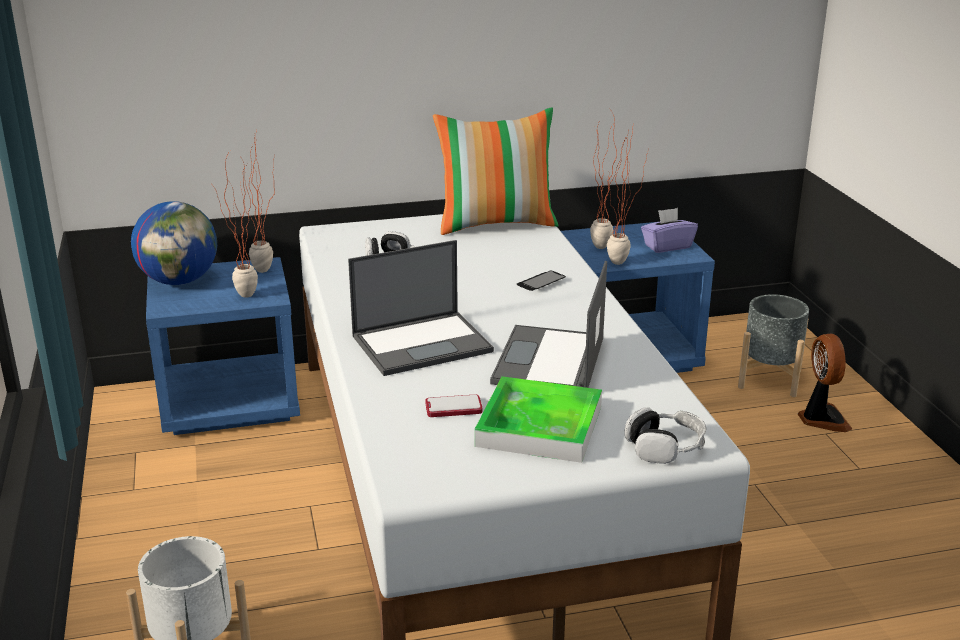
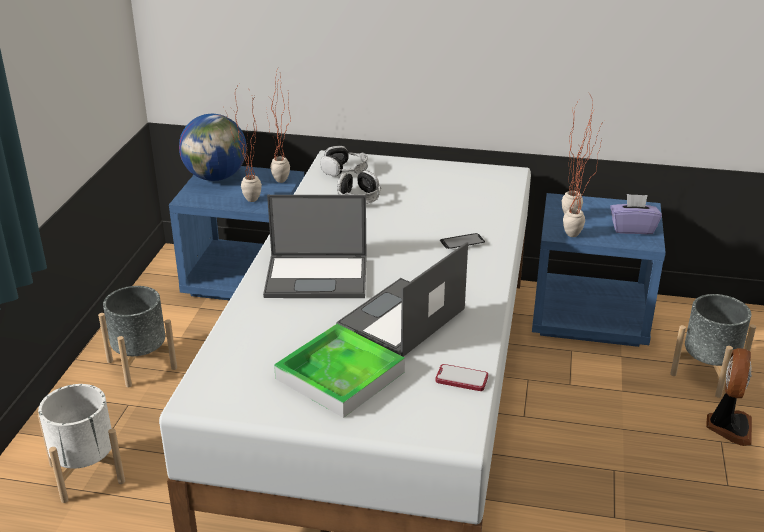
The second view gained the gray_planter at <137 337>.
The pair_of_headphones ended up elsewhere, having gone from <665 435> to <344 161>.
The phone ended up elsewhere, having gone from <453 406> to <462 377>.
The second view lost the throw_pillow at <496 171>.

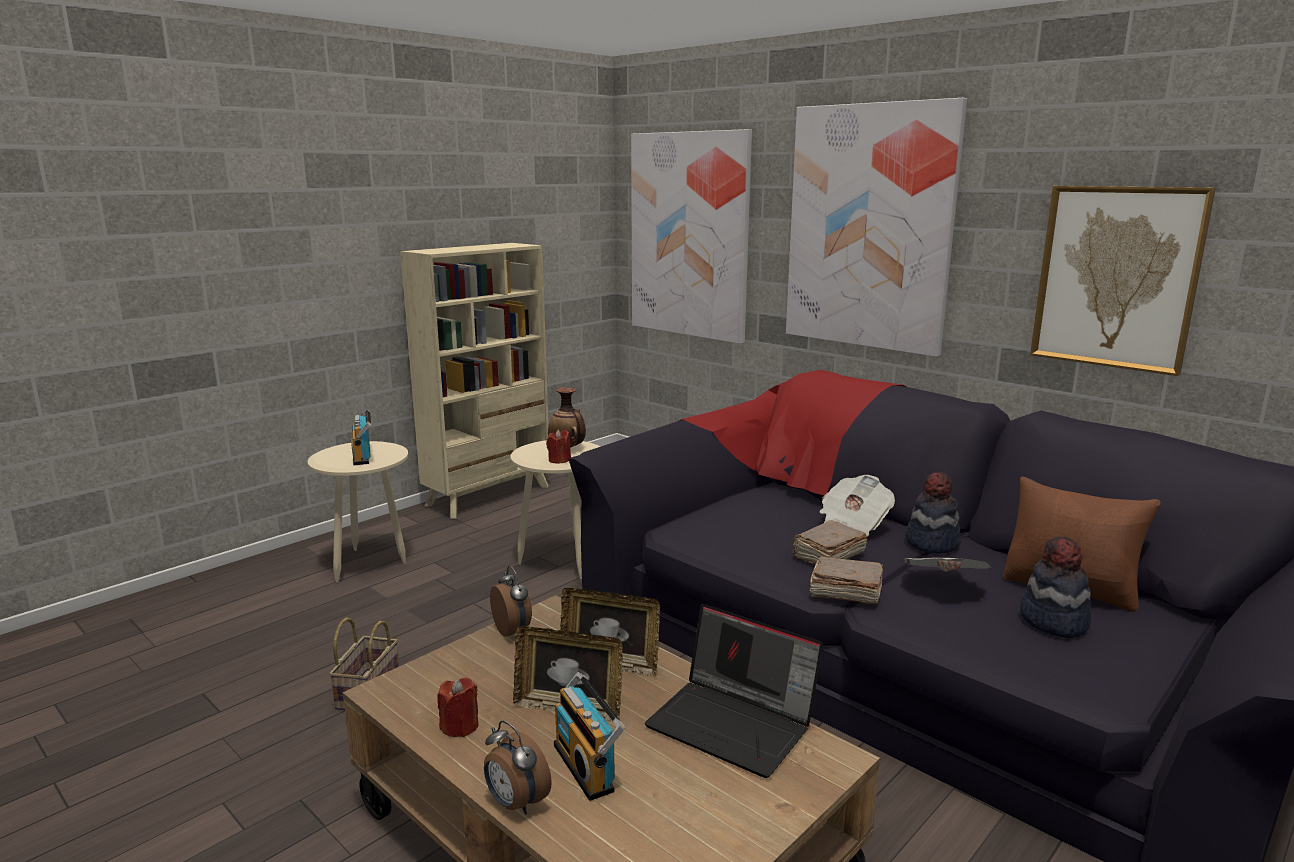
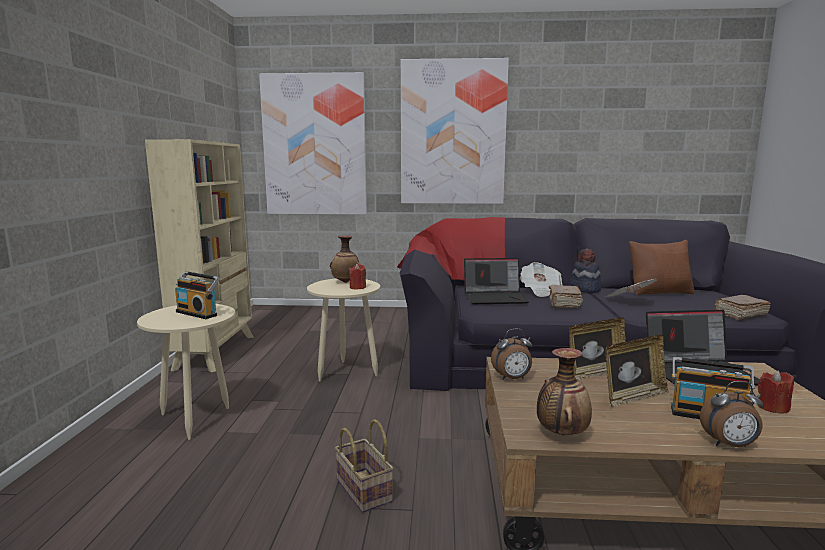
The second view gained the portable_computer at <496 281>.
The alarm_clock at <511 601> ended up facing another way, 150 degrees clockwise from before.
The second view gained the flower_vase at <564 391>.
The brownish_bound_book ended up elsewhere, having gone from <846 580> to <742 307>.
The red-coloured_wax_light ended up elsewhere, having gone from <457 707> to <775 392>.
The second view lost the wearable_hat at <1055 587>.
The second view lost the picture at <1123 281>.

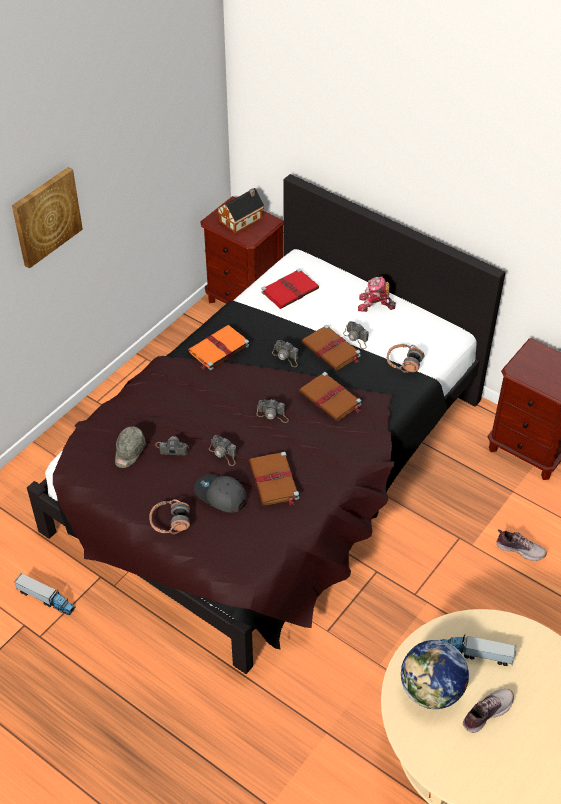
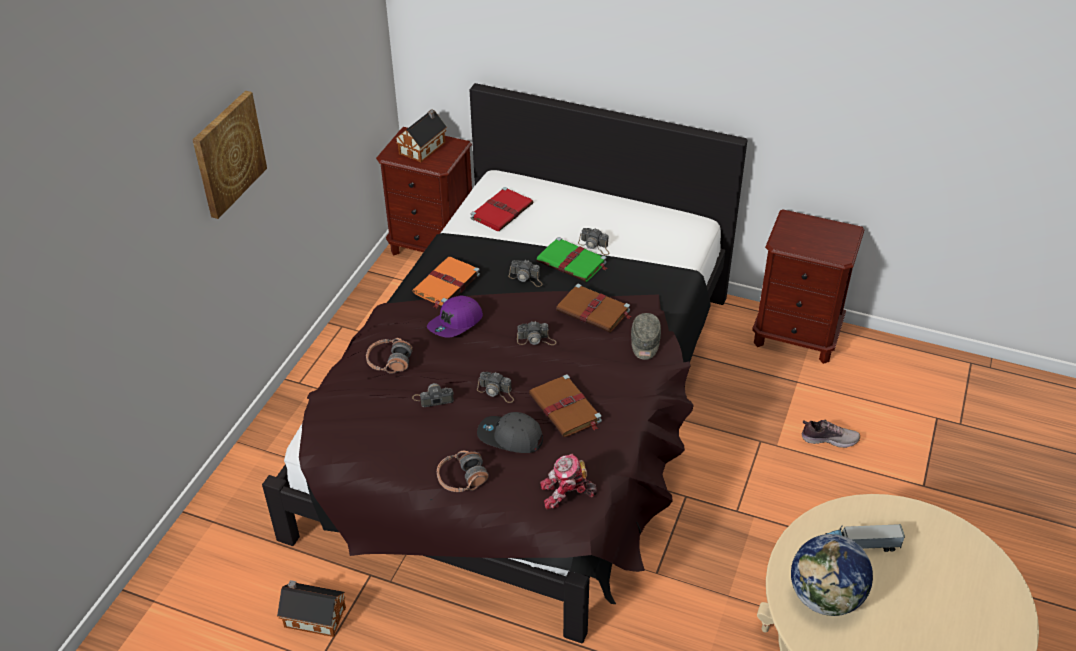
Where the model_truck stood at <45 594>, the toy_house came to stand at <311 608>.
The pair_of_headphones ended up elsewhere, having gone from <405 358> to <389 356>.
The second view gained the purple_peaked_cap at <455 316>.
What was the brownish_bound_book at <331 348> turned into the green_bound_book at <571 259>.
The robot_figure ended up elsewhere, having gone from <377 294> to <568 481>.
The gray_peaked_cap ended up elsewhere, having gone from <130 447> to <646 336>.
The second view lost the item_of_footwear at <488 711>.

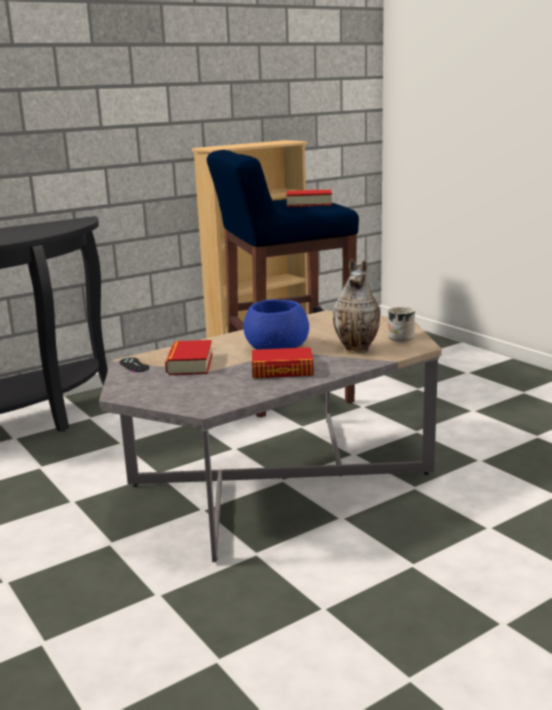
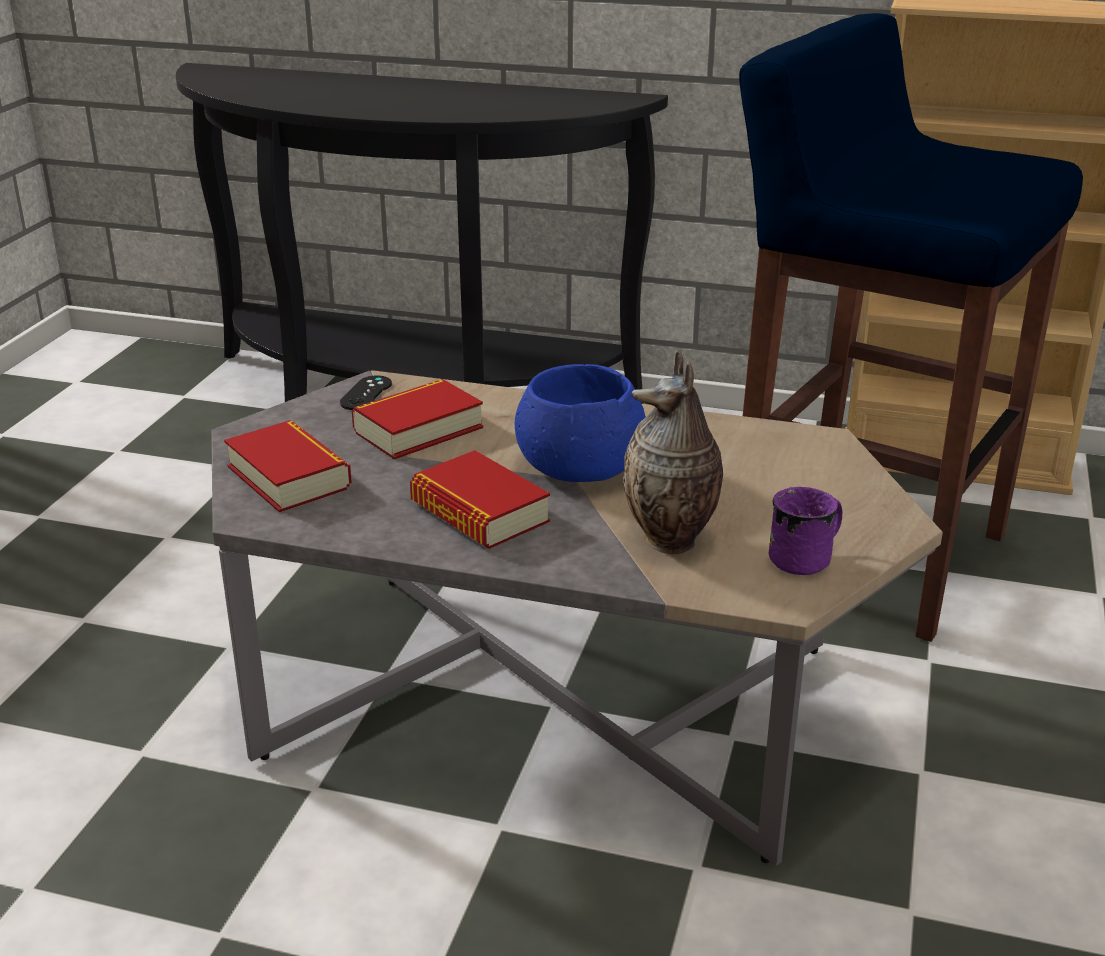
The bound_book ended up elsewhere, having gone from <309 198> to <288 466>.
What was the white-coloured_tea_mug at <401 324> turned into the purple_tea_mug at <805 531>.

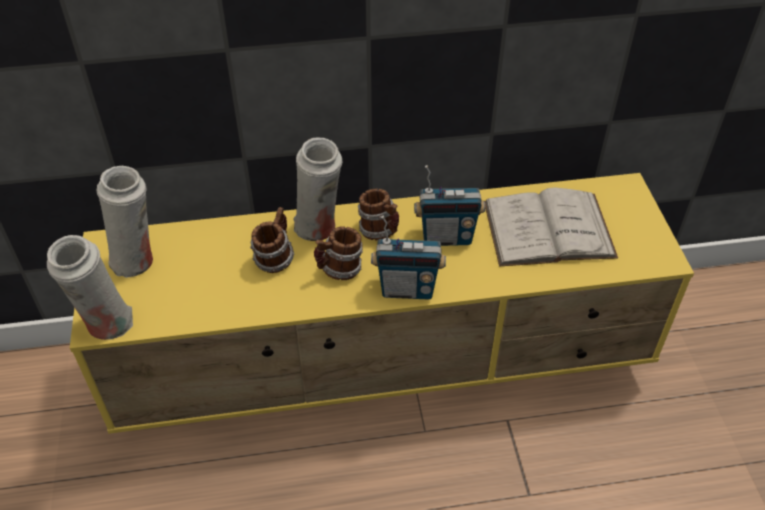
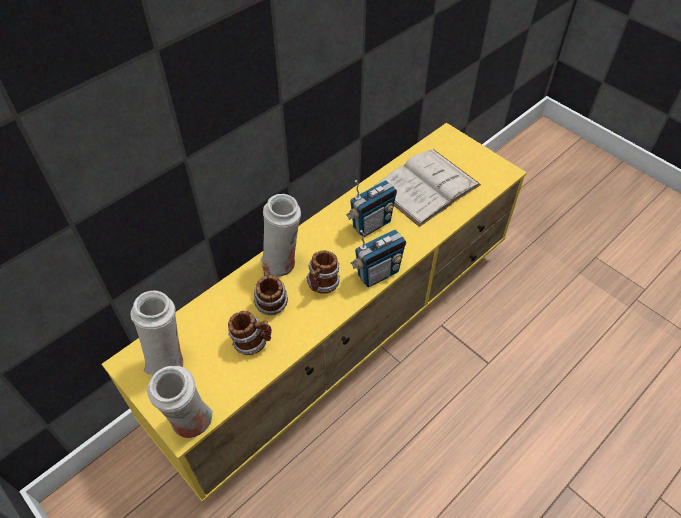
The tea_mug ended up elsewhere, having gone from <378 214> to <250 333>.

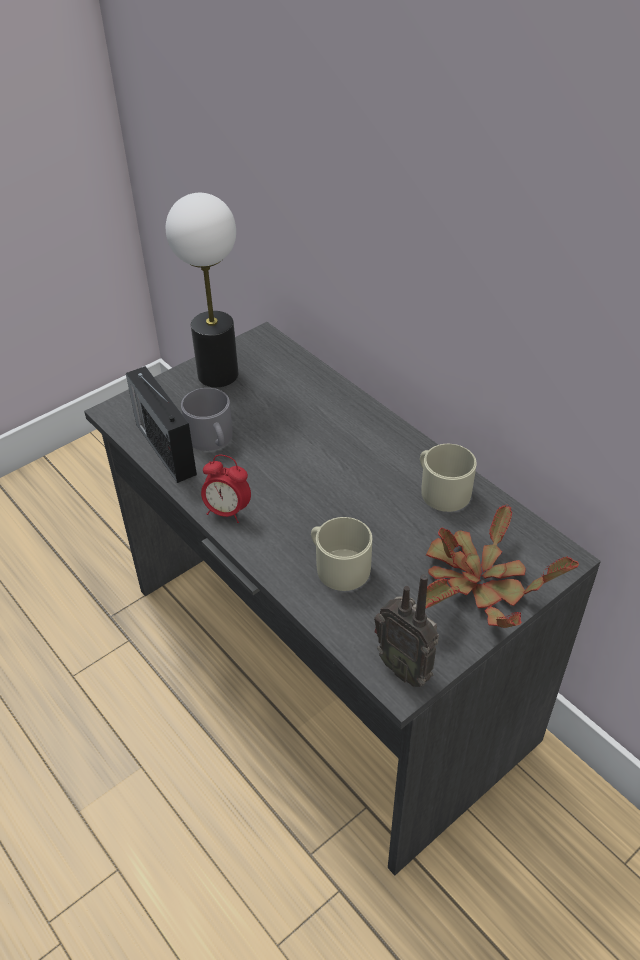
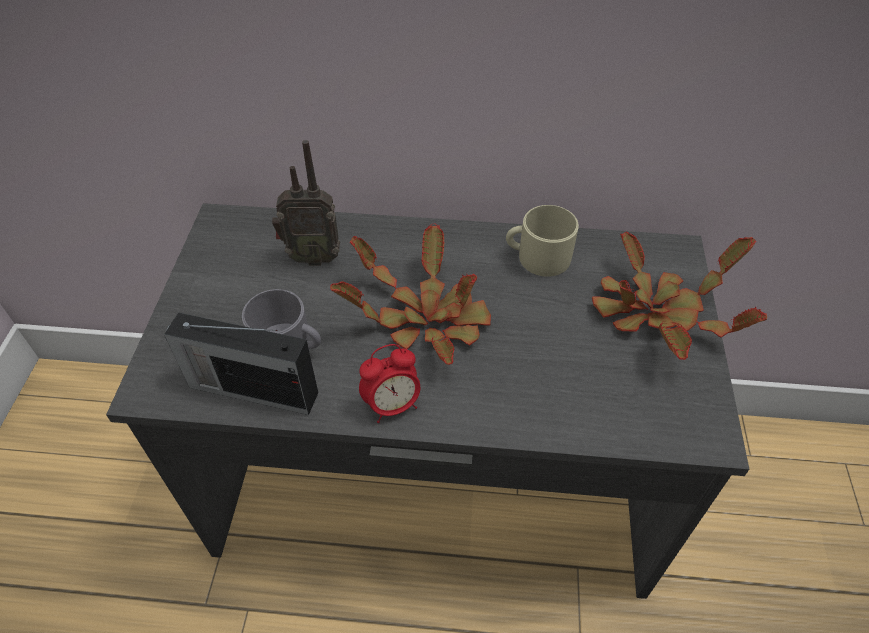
The radio ended up elsewhere, having gone from <406 630> to <306 203>.
The second view gained the potted_plant at <410 294>.
The second view lost the table_lamp at <202 290>.
The second view lost the beige_tea_mug at <341 554>.

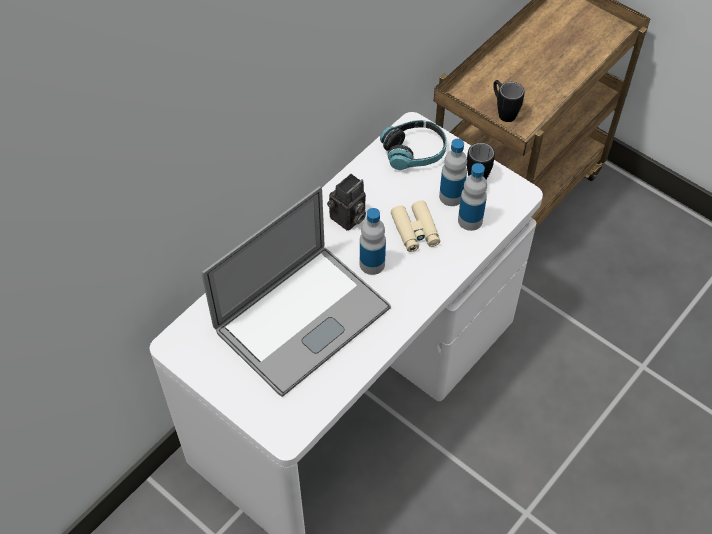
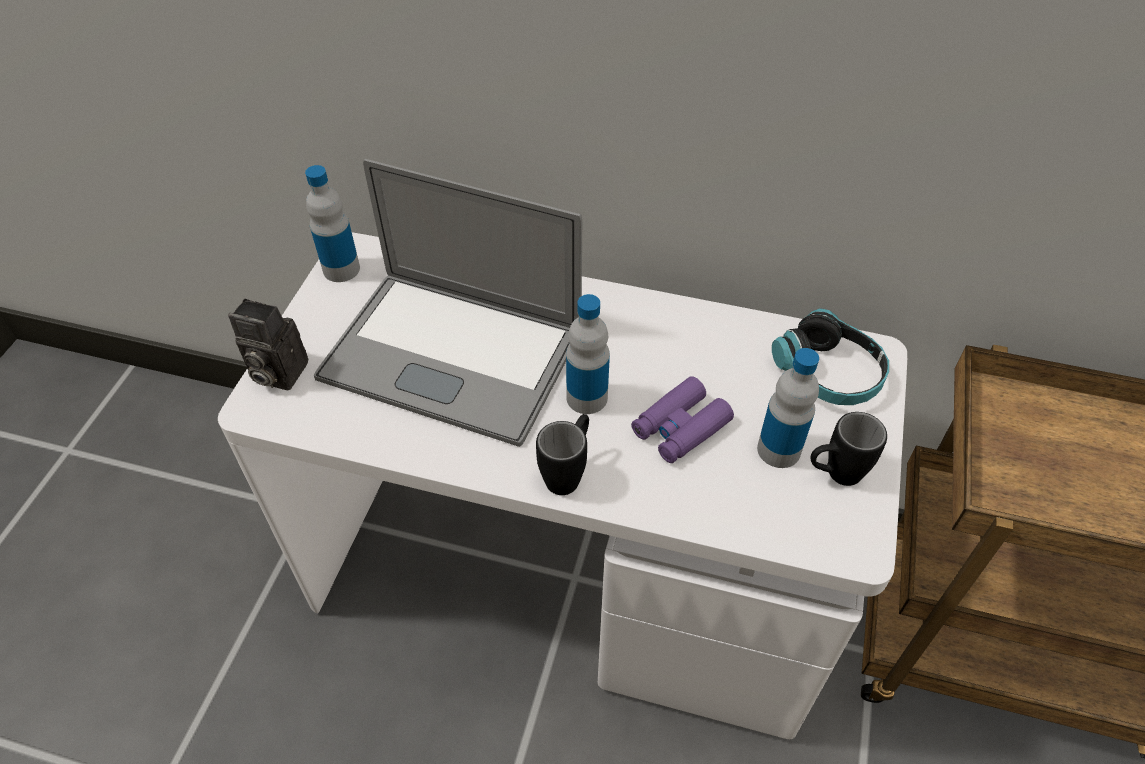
The still_camera ended up elsewhere, having gone from <346 202> to <268 344>.
The beverage_bottle ended up elsewhere, having gone from <472 197> to <332 223>.
The black-coloured_tea_mug ended up elsewhere, having gone from <509 101> to <562 454>.
What was the beige_pair_of_binoculars at <415 226> turned into the purple_pair_of_binoculars at <682 419>.

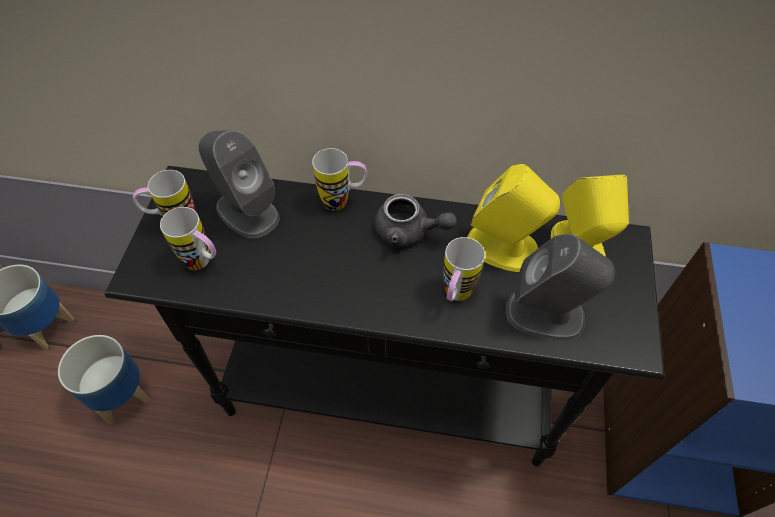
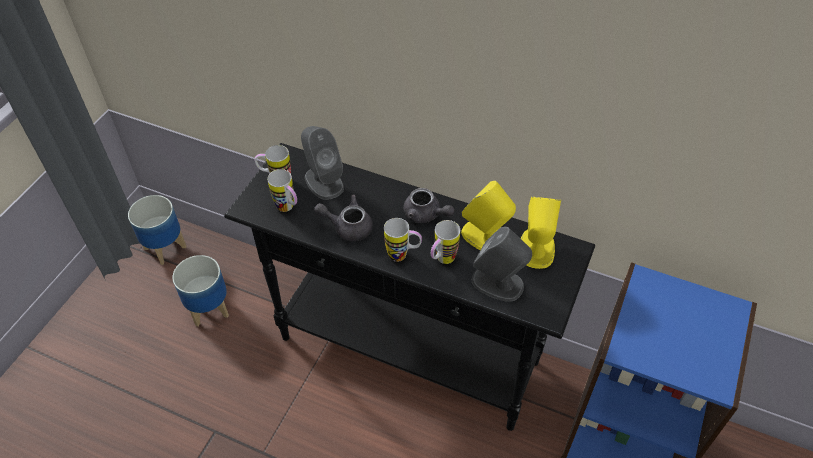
The second view gained the gray_teapot at <343 218>.
The tea_mug ended up elsewhere, having gone from <339 179> to <403 240>.

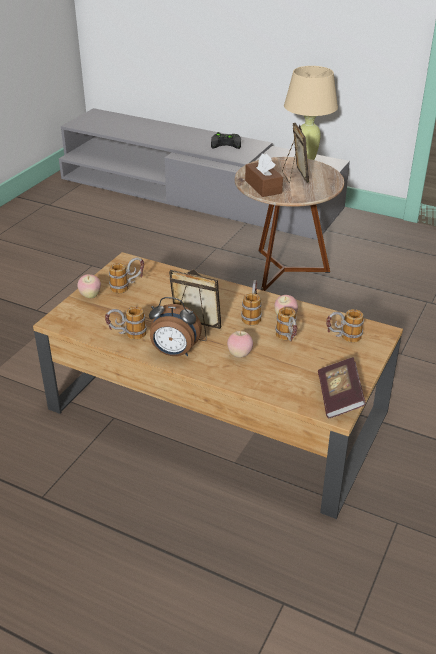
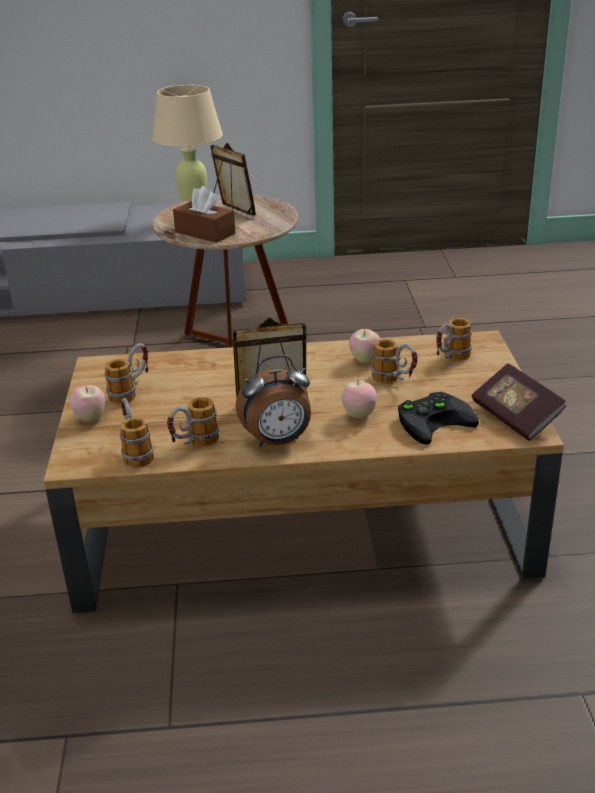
The tea_mug ended up elsewhere, having gone from <251 303> to <136 433>.
The black-coloured_game_controller ended up elsewhere, having gone from <226 140> to <438 418>.

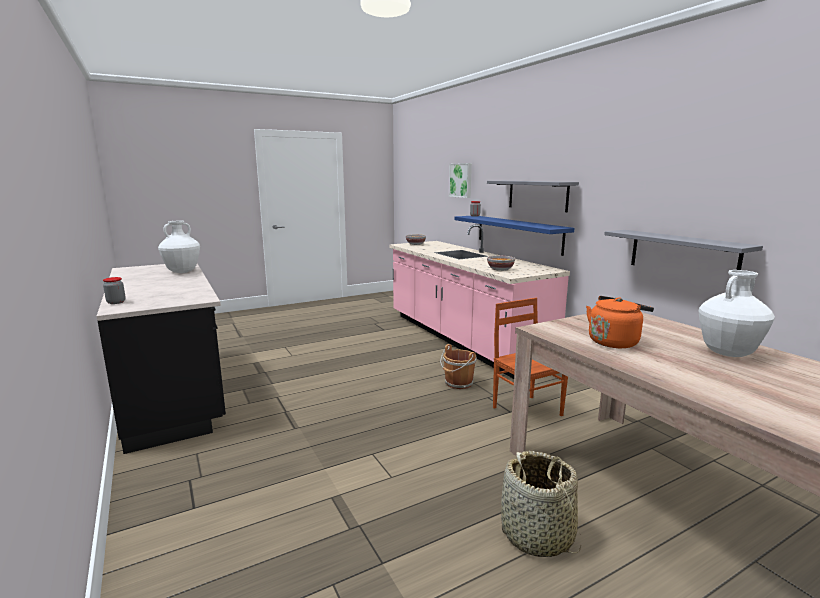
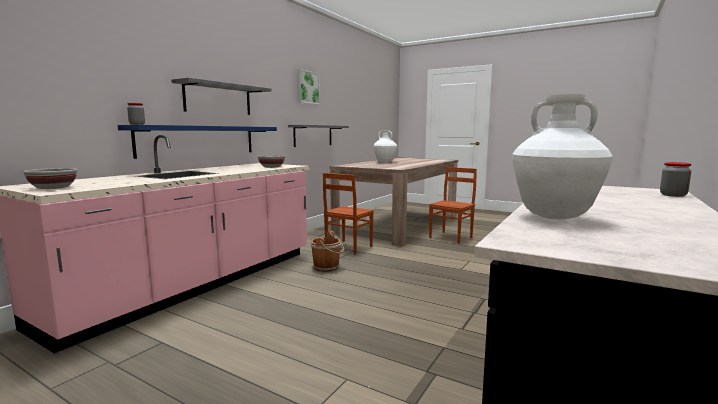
The picture ended up elsewhere, having gone from <460 180> to <308 87>.
Where the household_basket stood at <541 504>, the brownish_plain_chair came to stand at <453 205>.
The second view lost the orange_tea_kettle at <620 322>.

